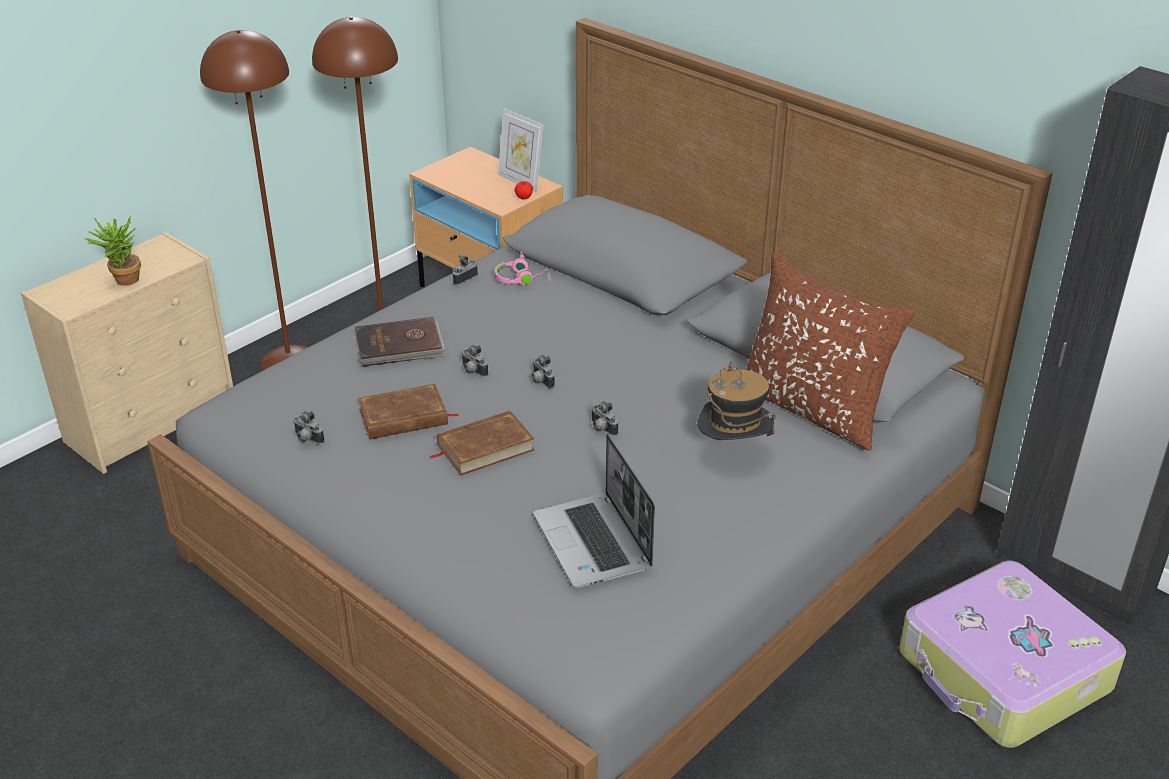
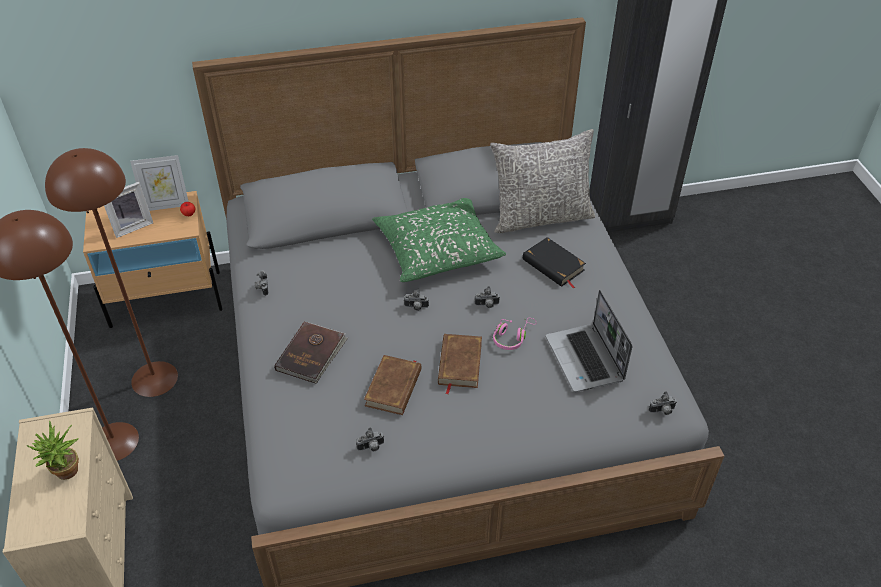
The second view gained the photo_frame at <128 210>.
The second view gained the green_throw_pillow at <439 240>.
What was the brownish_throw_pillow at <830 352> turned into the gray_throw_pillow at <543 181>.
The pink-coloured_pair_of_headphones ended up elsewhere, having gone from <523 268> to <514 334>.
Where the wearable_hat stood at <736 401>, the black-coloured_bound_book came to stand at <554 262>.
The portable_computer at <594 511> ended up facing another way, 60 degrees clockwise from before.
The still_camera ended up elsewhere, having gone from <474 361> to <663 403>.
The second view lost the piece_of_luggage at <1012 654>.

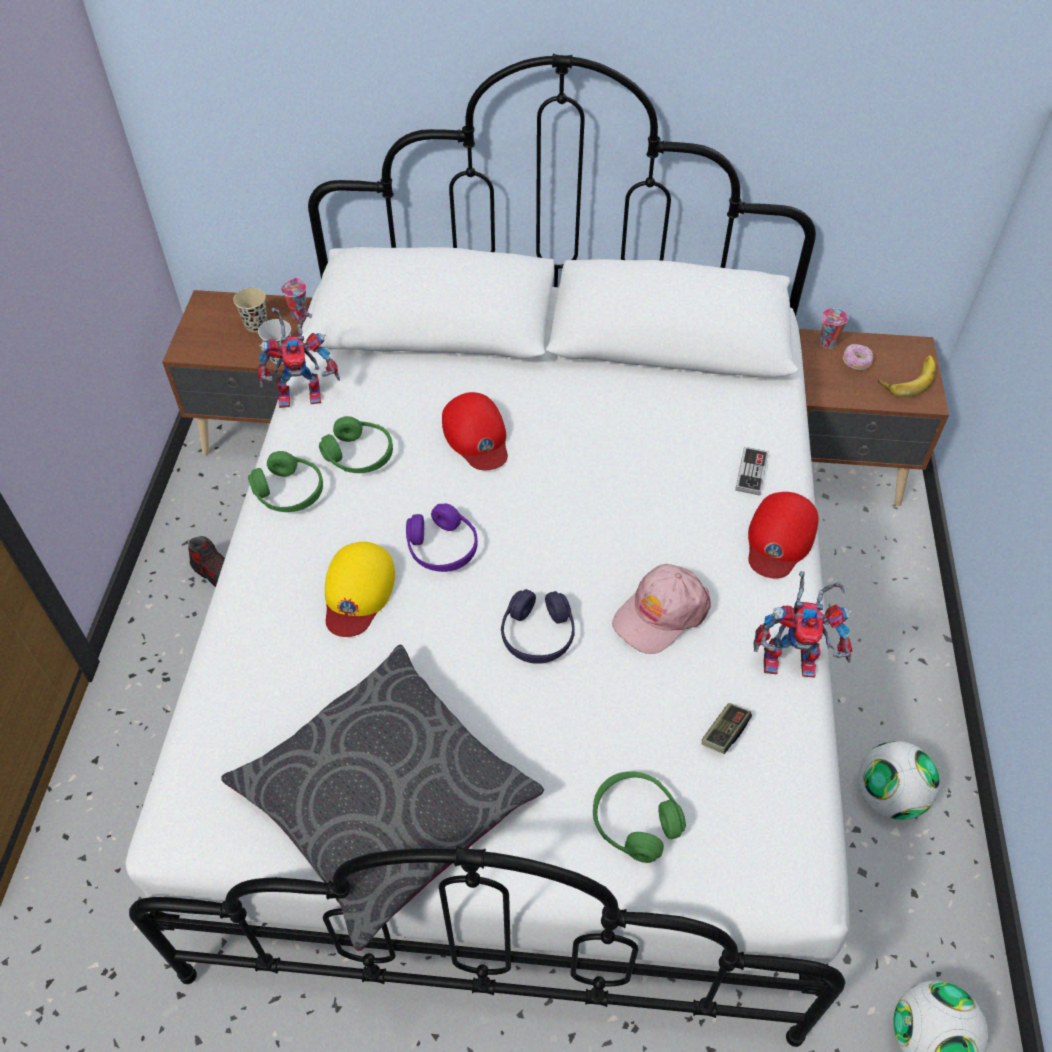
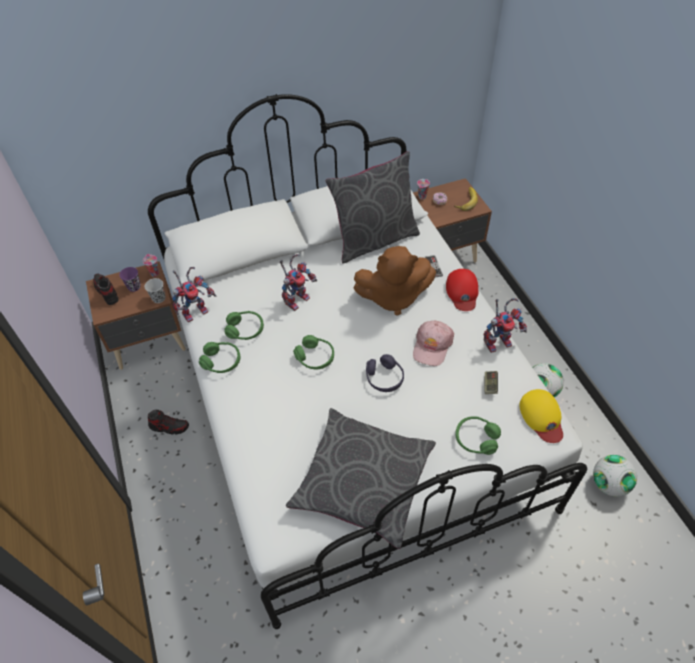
The second view gained the item_of_footwear at <105 289>.
What was the beige_drinking_cup at <250 310> turned into the purple_drinking_cup at <130 279>.
Where the red-coloured_peaked_cap stood at <475 431>, the robot_figure came to stand at <298 282>.
What was the purple_pair_of_headphones at <442 537> turned into the green_pair_of_headphones at <313 352>.
The second view gained the gray_throw_pillow at <372 207>.
The second view gained the brownish_soft_toy at <395 281>.
The yellow-coloured_peaked_cap ended up elsewhere, having gone from <360 589> to <541 416>.

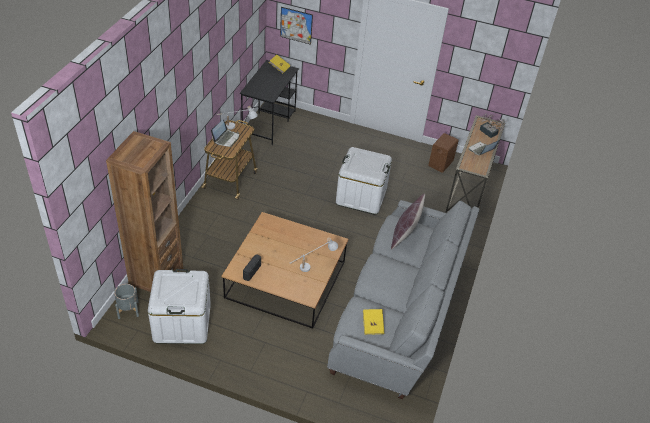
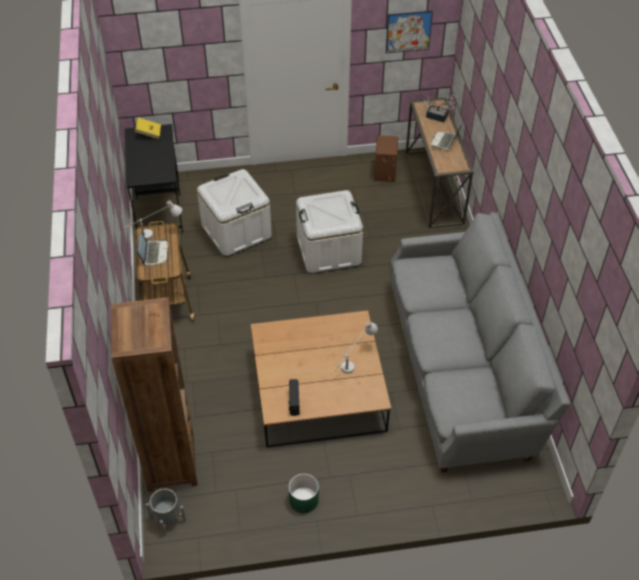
The white-coloured_storage_bin ended up elsewhere, having gone from <179 306> to <234 213>.
The second view gained the green_planter at <304 493>.
The picture ended up elsewhere, having gone from <296 26> to <409 32>.
The second view lost the yellow-coloured_bound_book at <373 322>.
The second view lost the brownish_throw_pillow at <408 221>.

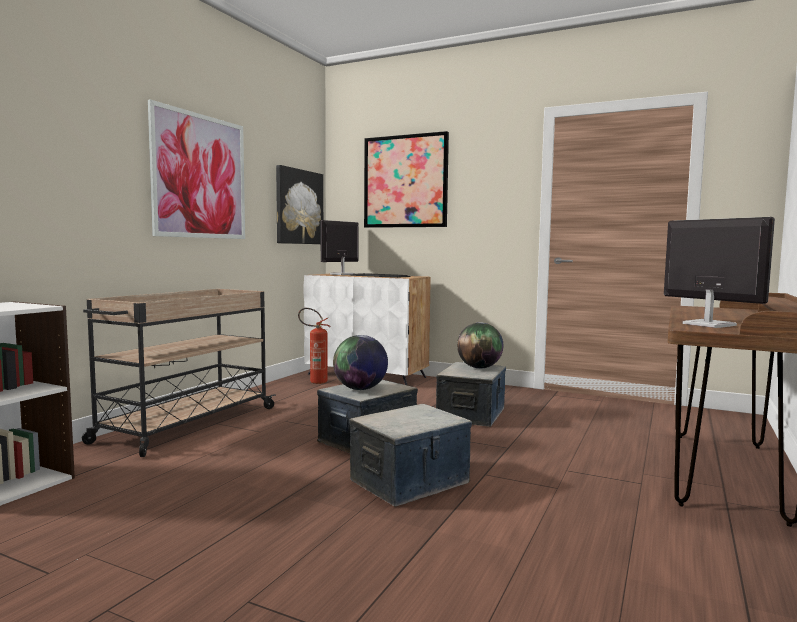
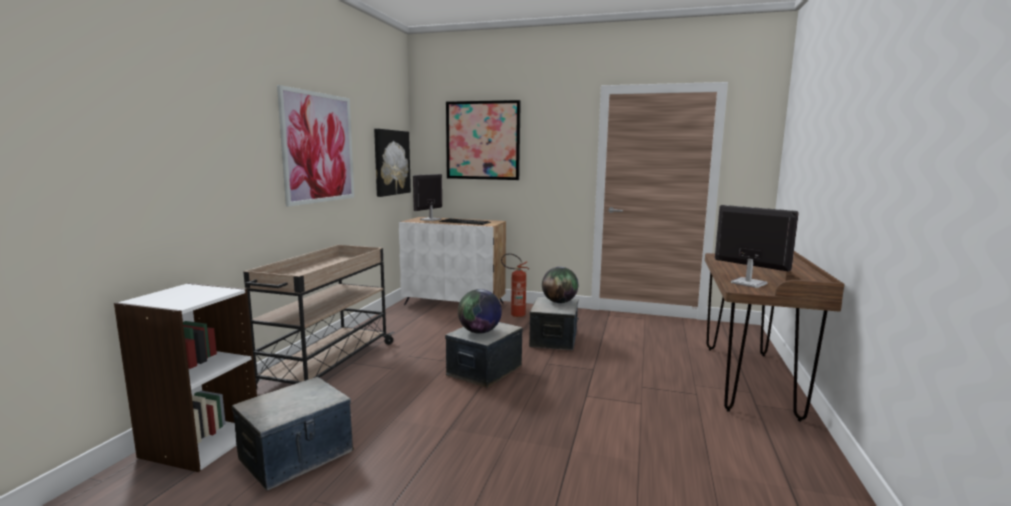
The storage_bin ended up elsewhere, having gone from <410 455> to <293 434>.
The fire-fighting_cylinder ended up elsewhere, having gone from <314 346> to <515 285>.

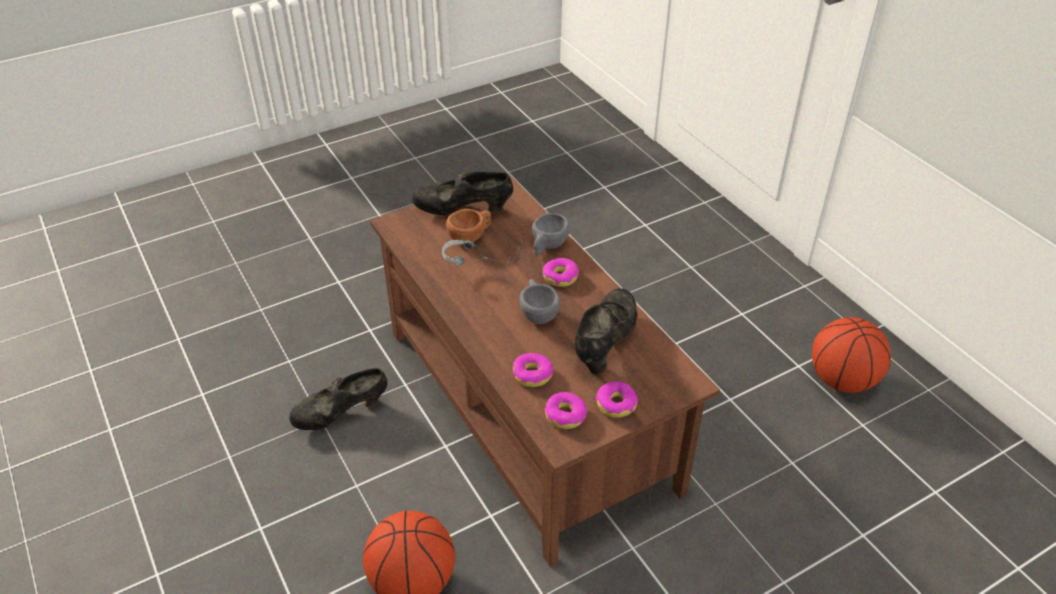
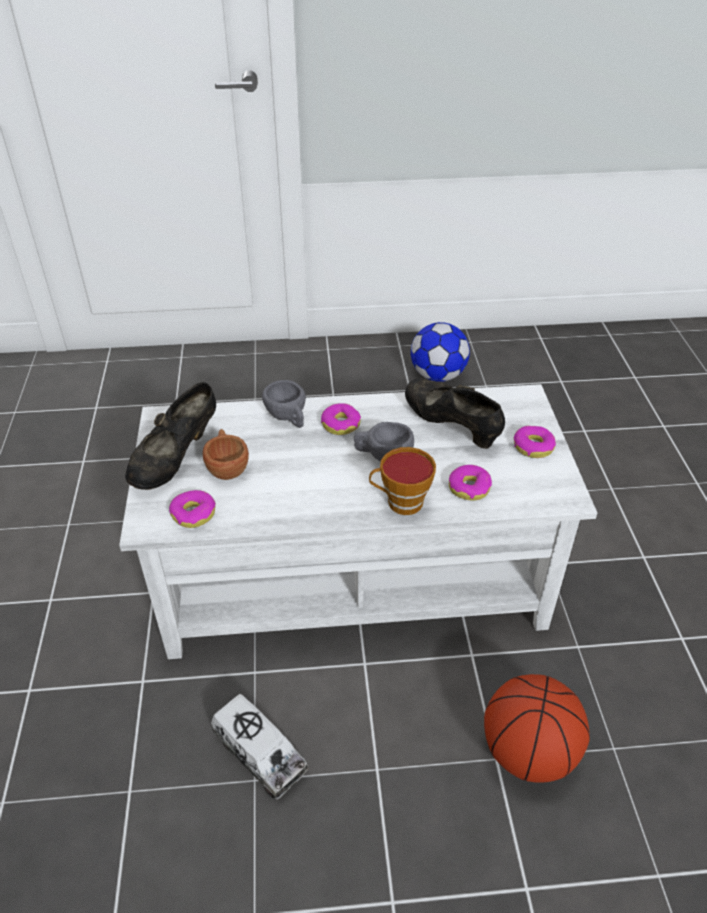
What was the brownish_low_table at <545 370> turned into the white-coloured_low_table at <358 521>.
The ring_doughnut ended up elsewhere, having gone from <566 410> to <192 509>.
Where the black-coloured_item_of_footwear stood at <338 399>, the model_truck came to stand at <259 747>.
The second view gained the drinking_cup at <402 481>.
Where the basketball_ball stood at <851 355>, the football_ball came to stand at <440 352>.
The second view lost the pair_of_headphones at <483 261>.

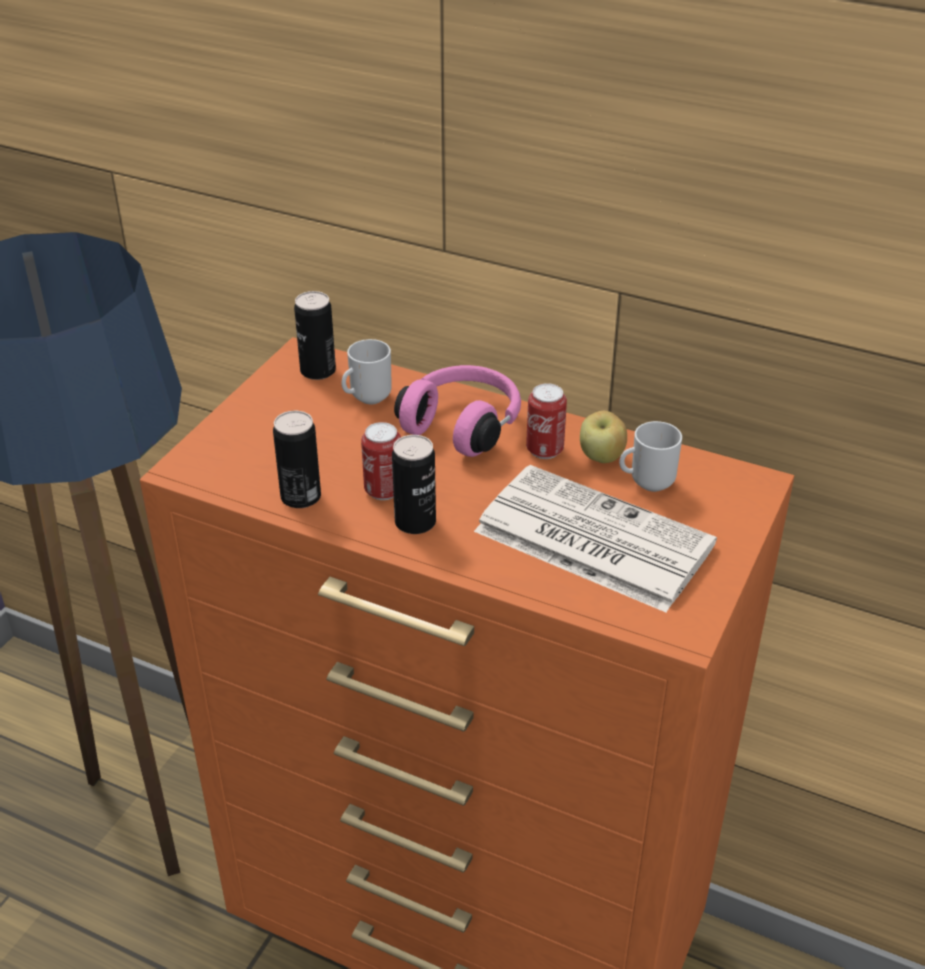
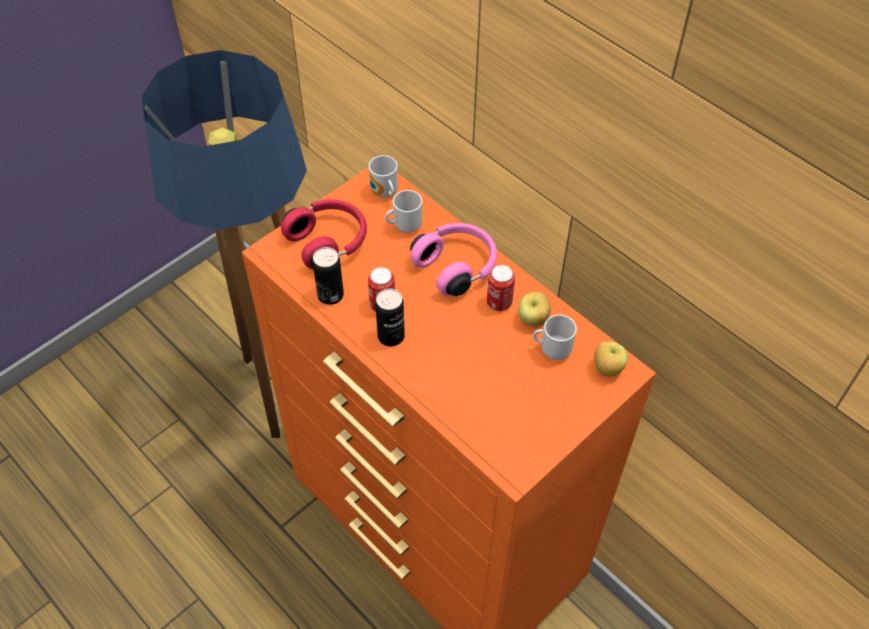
The second view gained the red-coloured_pair_of_headphones at <324 234>.
Where the can stood at <315 335>, the tea_mug came to stand at <383 176>.
The second view gained the apple_fruit at <611 359>.
The second view lost the newspaper at <595 539>.

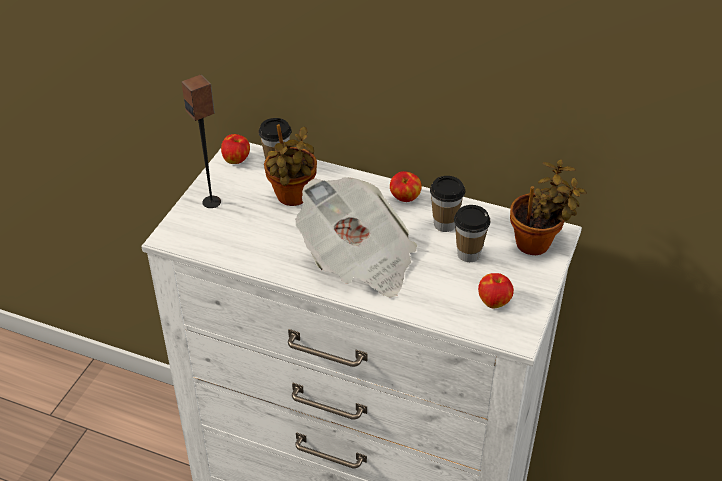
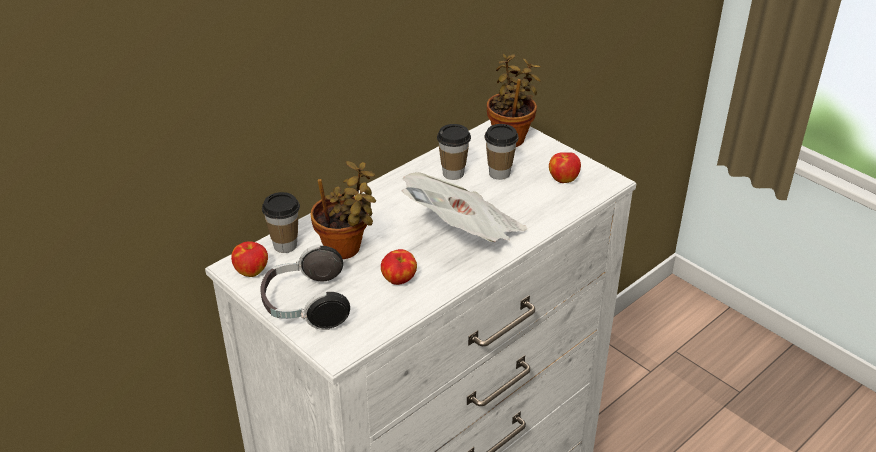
Where the audio_speaker stood at <201 141>, the pair_of_headphones came to stand at <305 287>.
The apple_fruit ended up elsewhere, having gone from <406 186> to <399 267>.

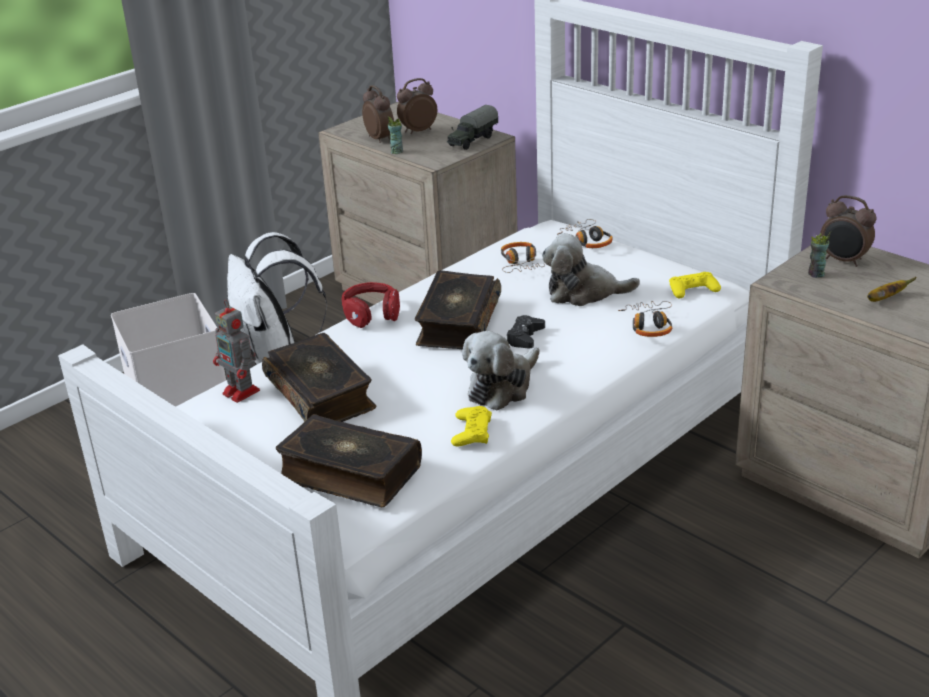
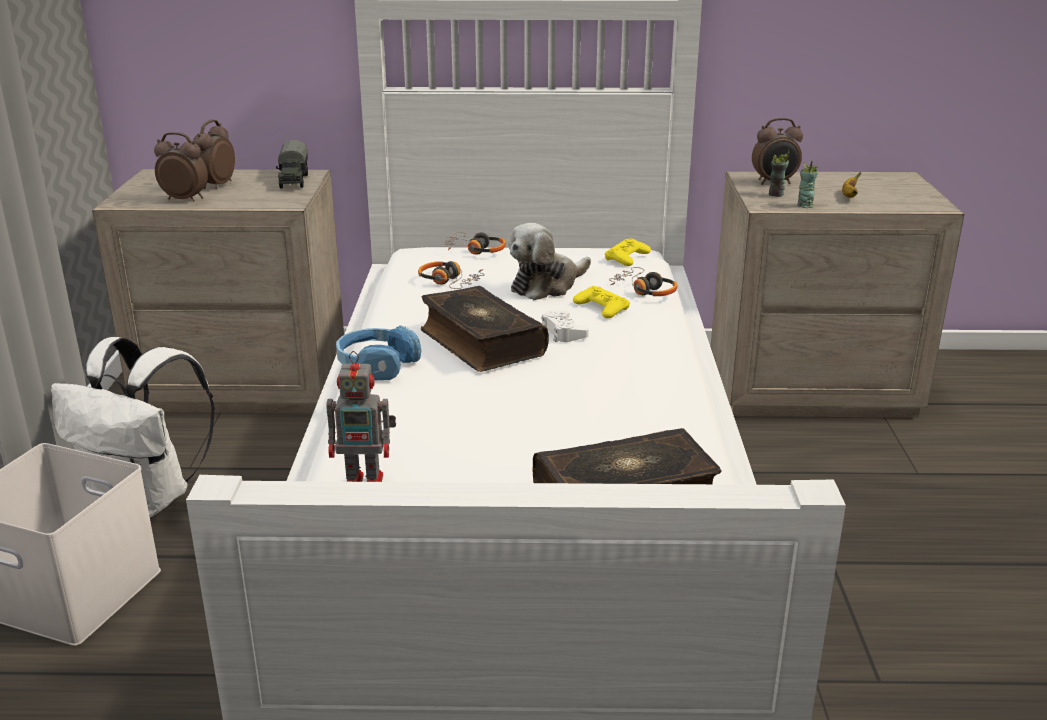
What was the red-coloured_pair_of_headphones at <371 305> turned into the blue_pair_of_headphones at <378 352>.
What was the black-coloured_game_controller at <526 331> turned into the white-coloured_game_controller at <565 326>.
The yellow-coloured_game_controller ended up elsewhere, having gone from <471 426> to <601 302>.
The drinking_cup ended up elsewhere, having gone from <395 135> to <808 184>.
The second view lost the bound_book at <319 377>.
The second view lost the soft_toy at <501 370>.

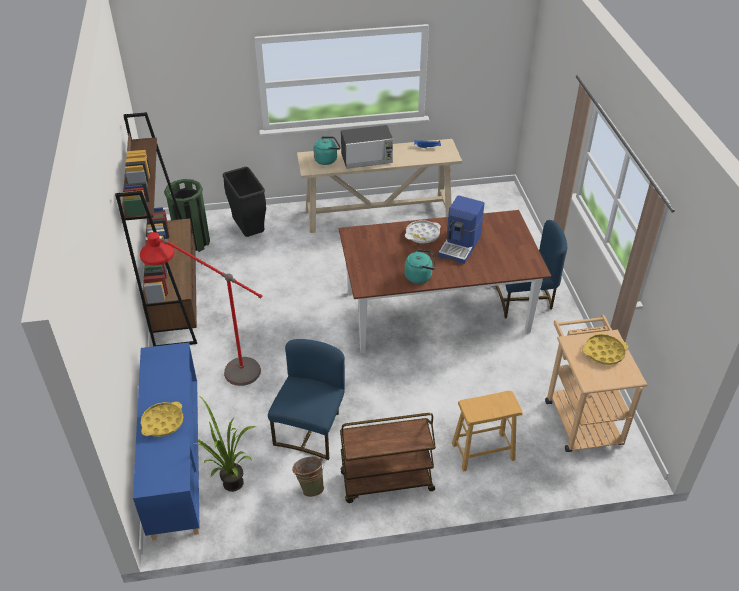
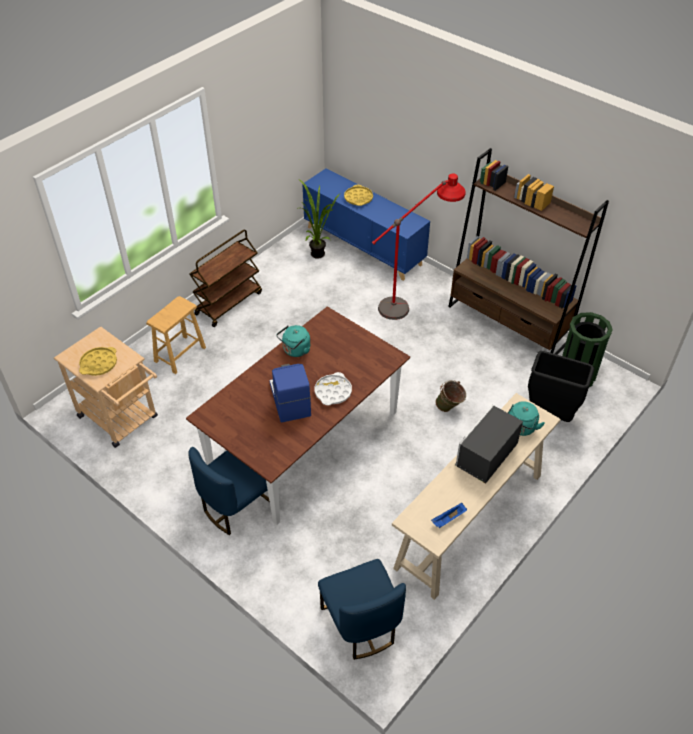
The blue_plain_chair ended up elsewhere, having gone from <306 399> to <362 609>.
The green_pail ended up elsewhere, having gone from <308 476> to <450 396>.

